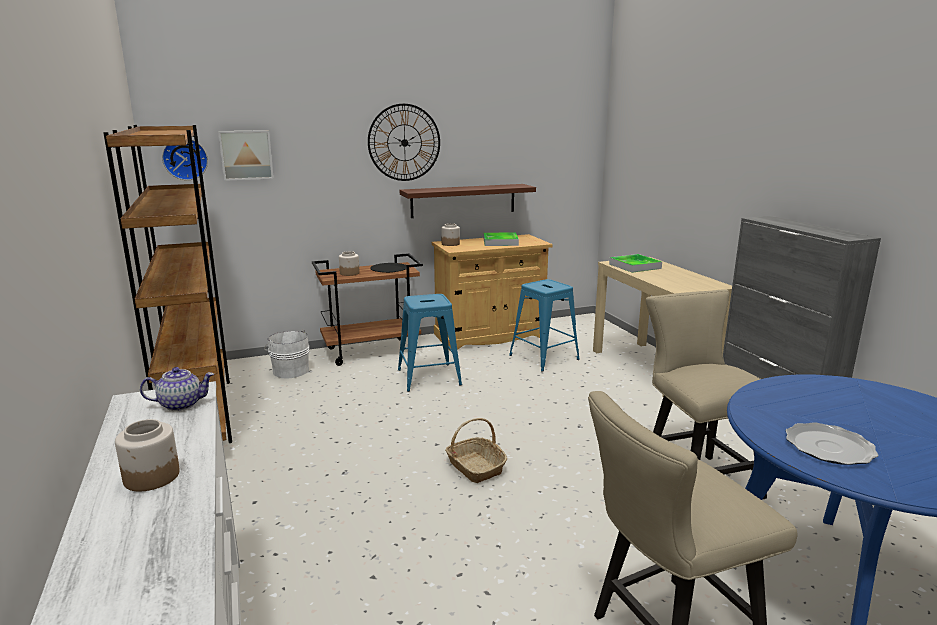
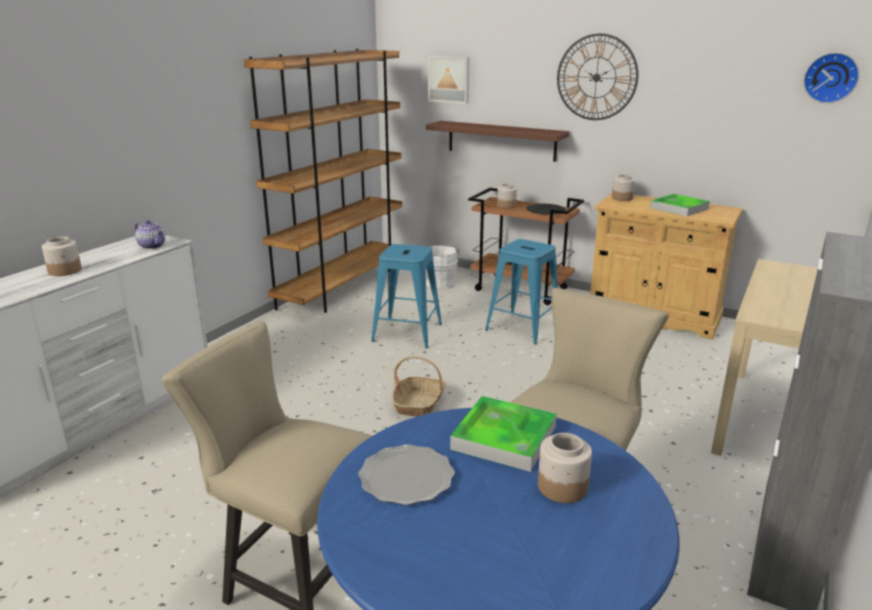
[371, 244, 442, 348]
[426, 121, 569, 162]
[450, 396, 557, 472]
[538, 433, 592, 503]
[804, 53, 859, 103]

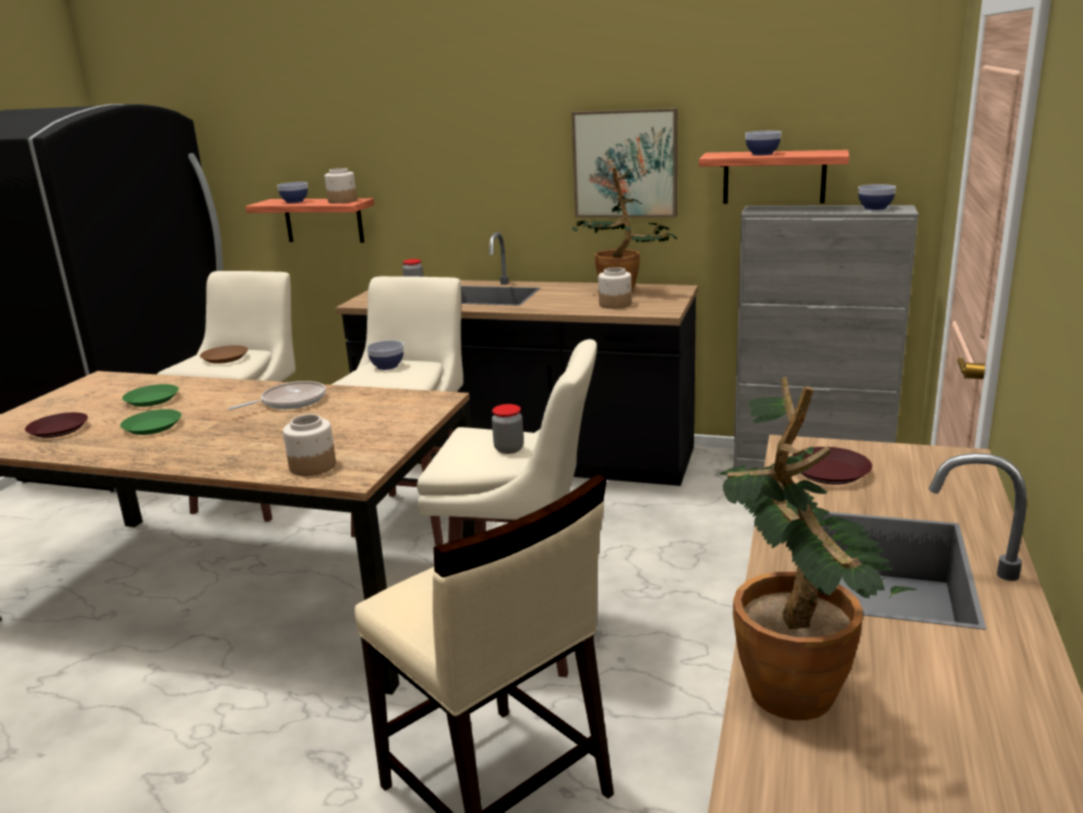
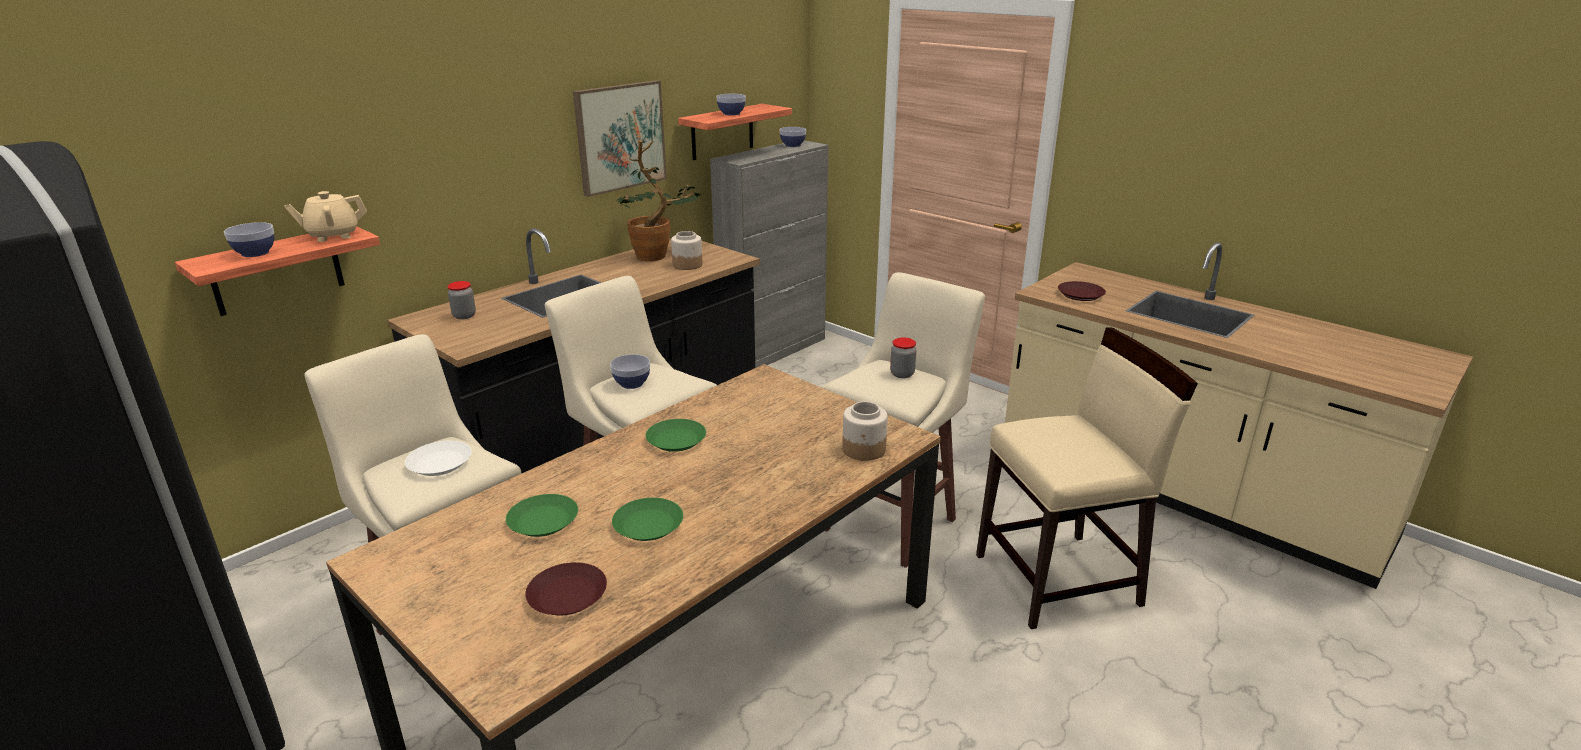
[284, 191, 367, 242]
[405, 441, 471, 476]
[646, 419, 706, 452]
[716, 377, 917, 720] (first image)

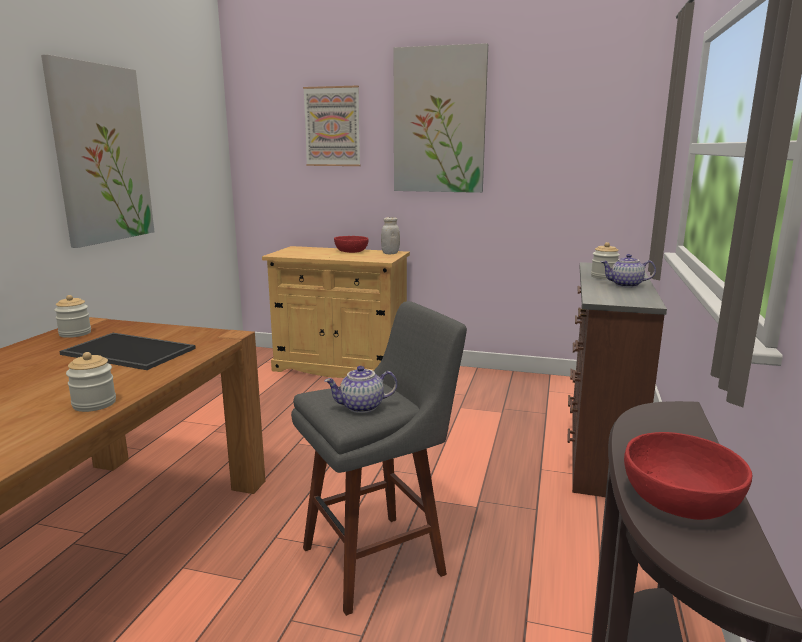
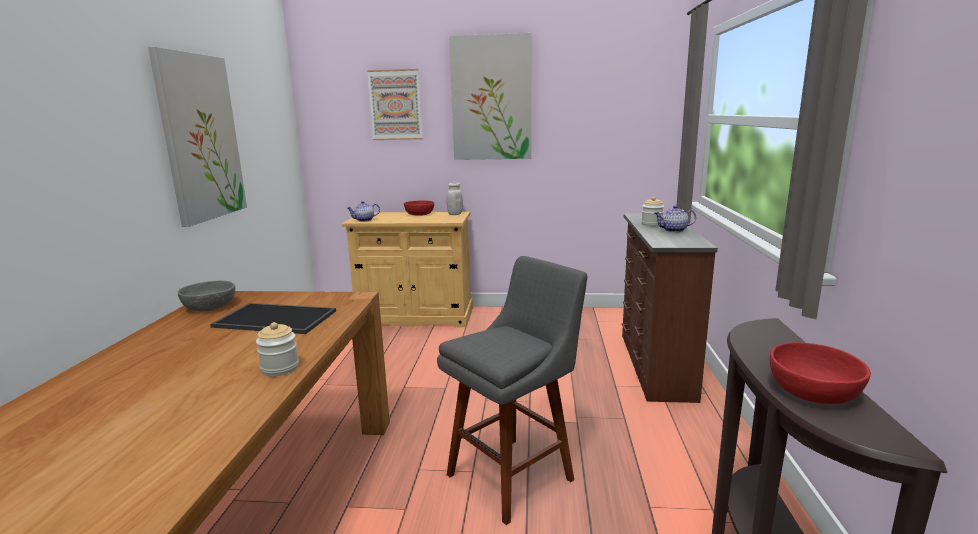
[178, 281, 235, 311]
[347, 201, 380, 222]

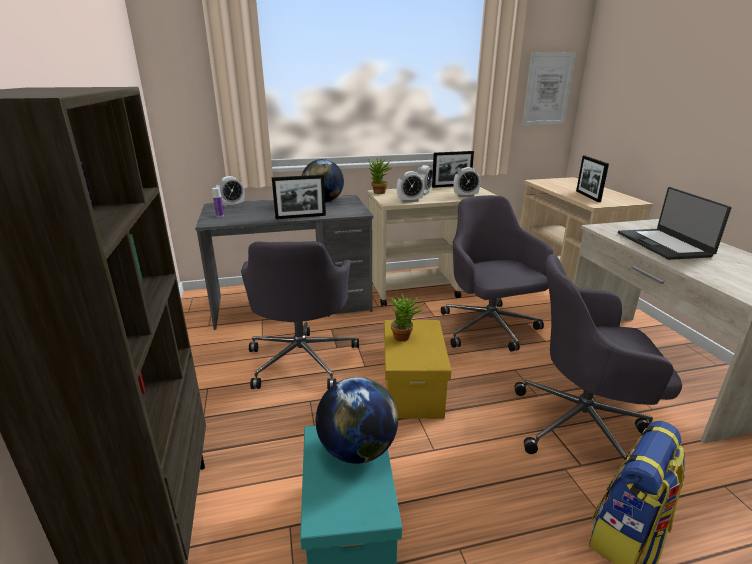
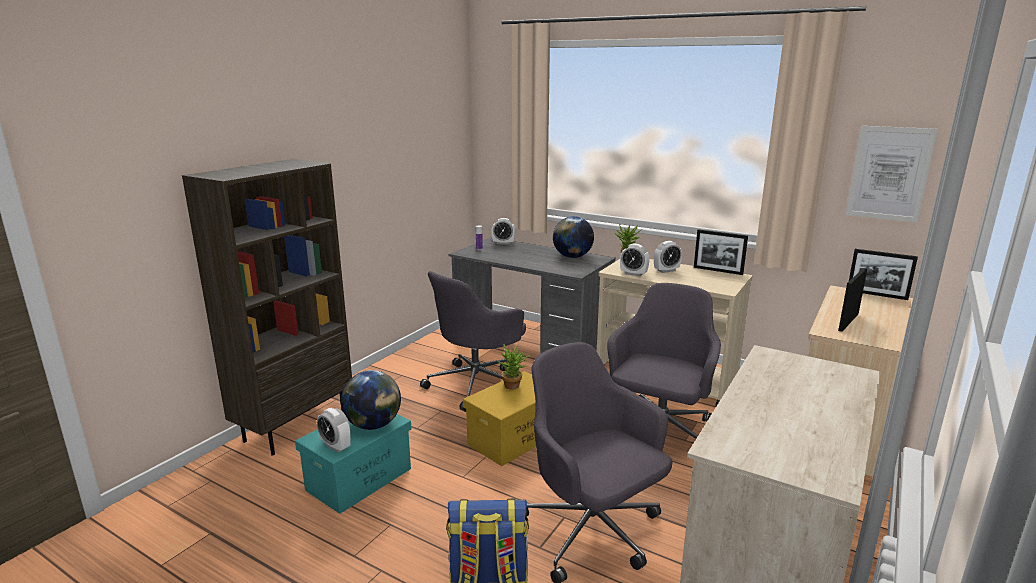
[317, 408, 351, 453]
[849, 249, 918, 300]
[618, 187, 731, 260] (first image)

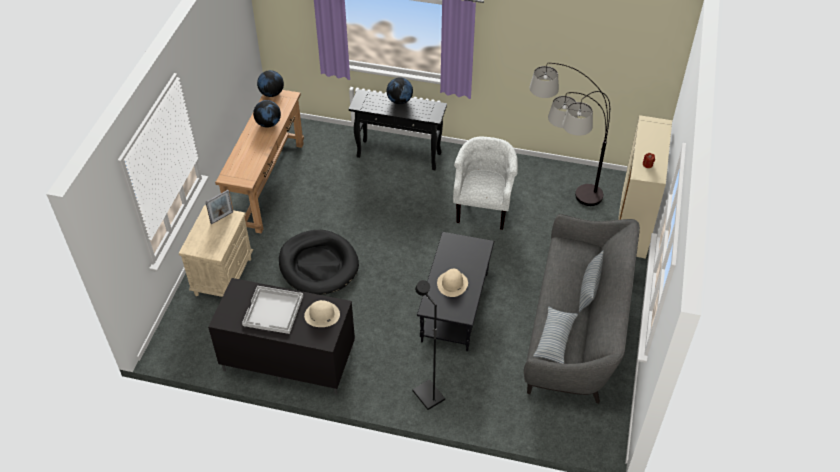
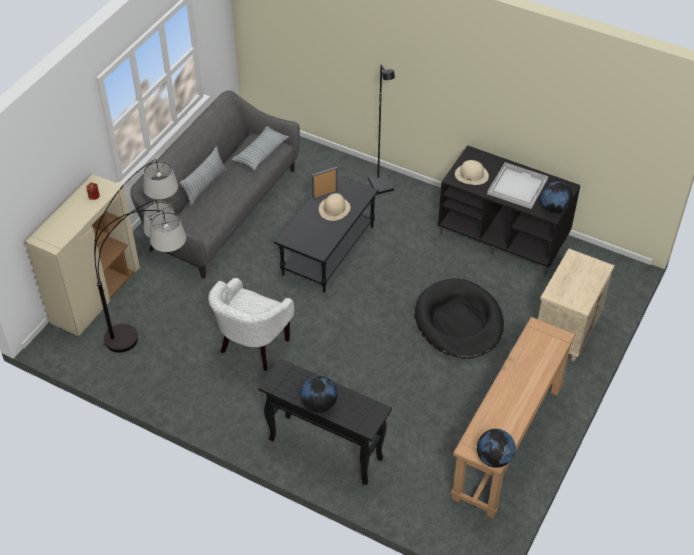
[312, 167, 337, 199]
[540, 181, 573, 213]

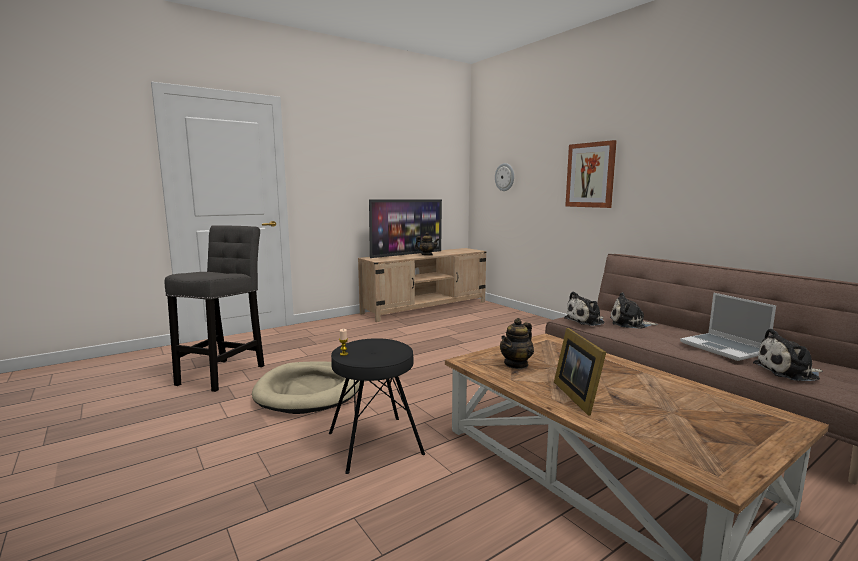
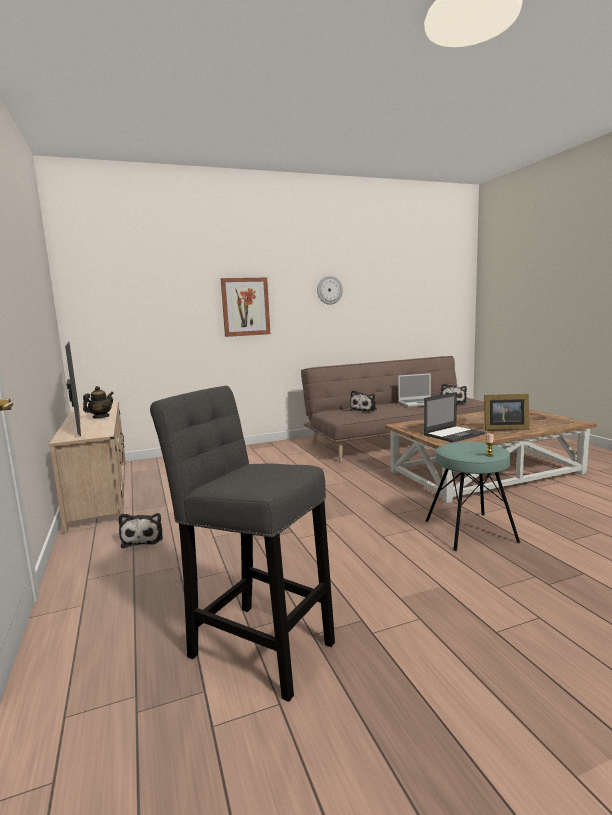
[119, 513, 163, 548]
[317, 276, 343, 305]
[424, 392, 485, 442]
[426, 441, 520, 551]
[252, 361, 360, 414] (first image)

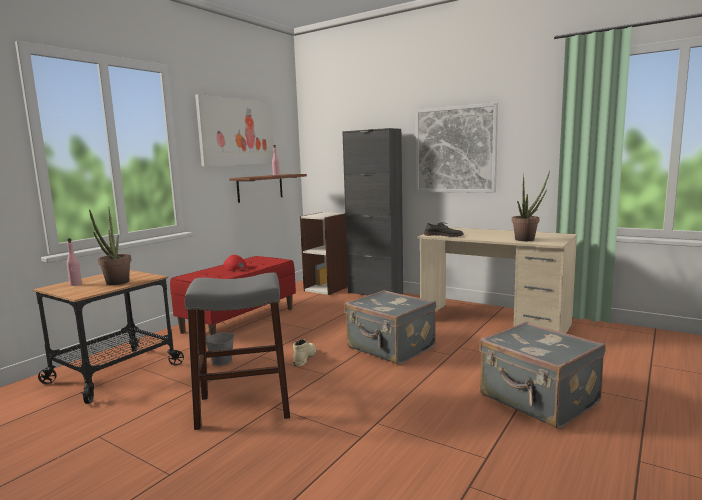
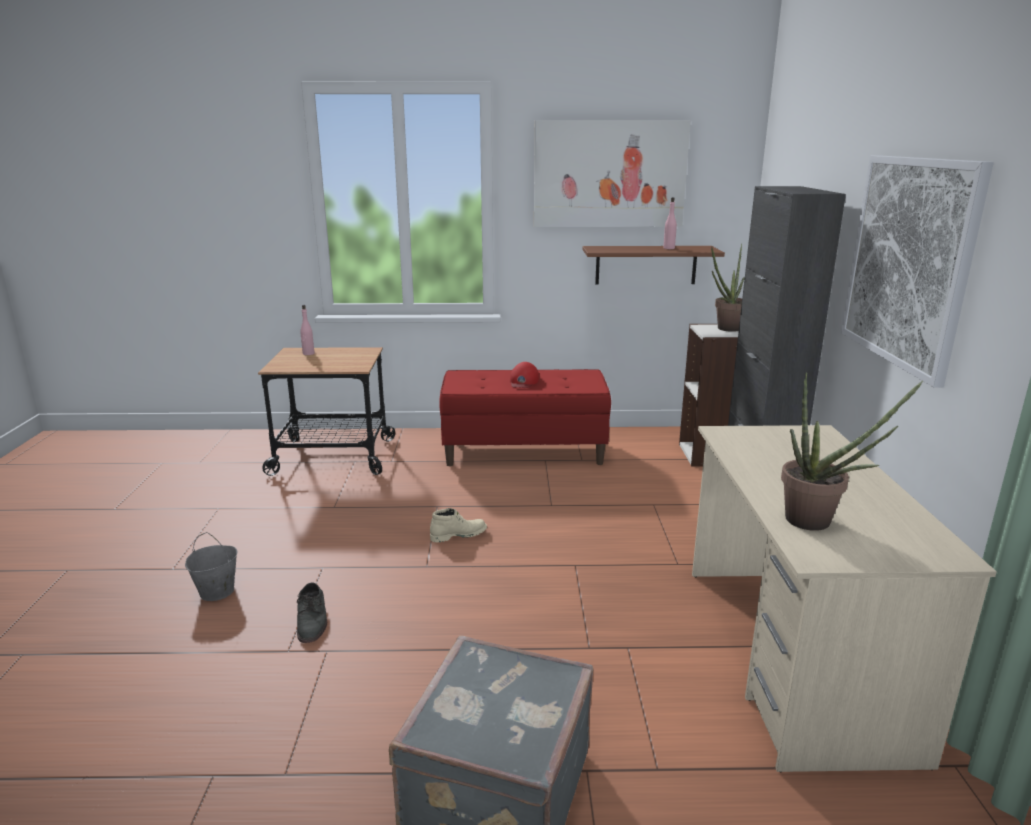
[185, 532, 237, 601]
[297, 582, 327, 643]
[711, 244, 745, 332]
[185, 273, 290, 430] (first image)
[344, 290, 436, 365] (first image)

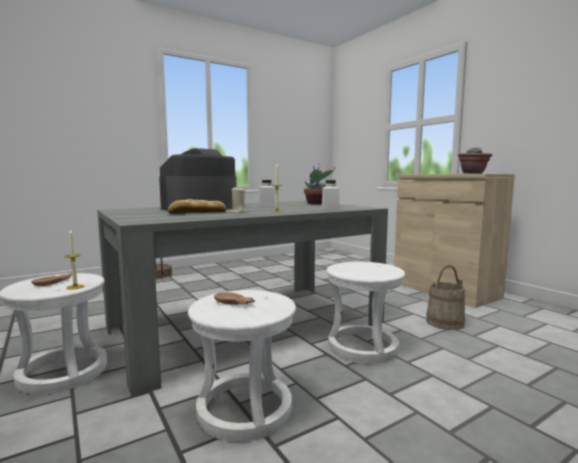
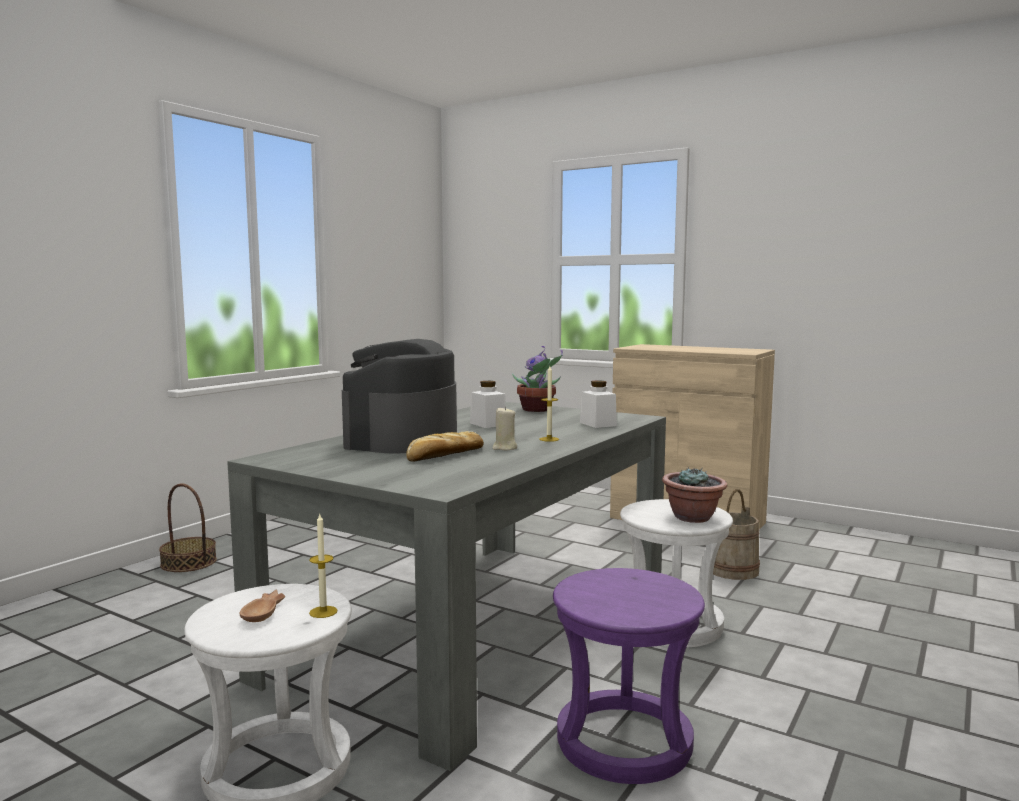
[553, 568, 705, 784]
[662, 467, 727, 523]
[214, 292, 255, 305] (first image)

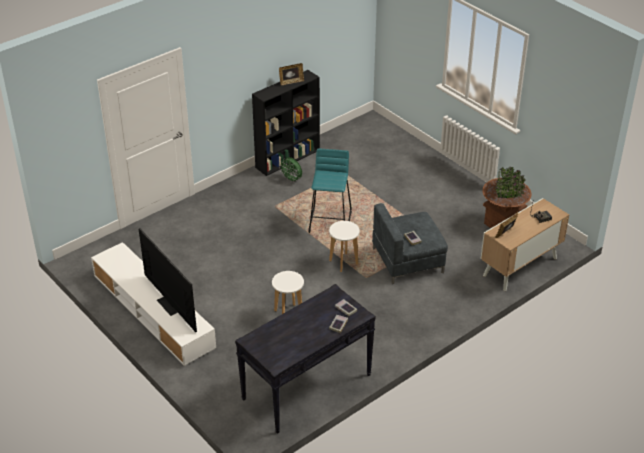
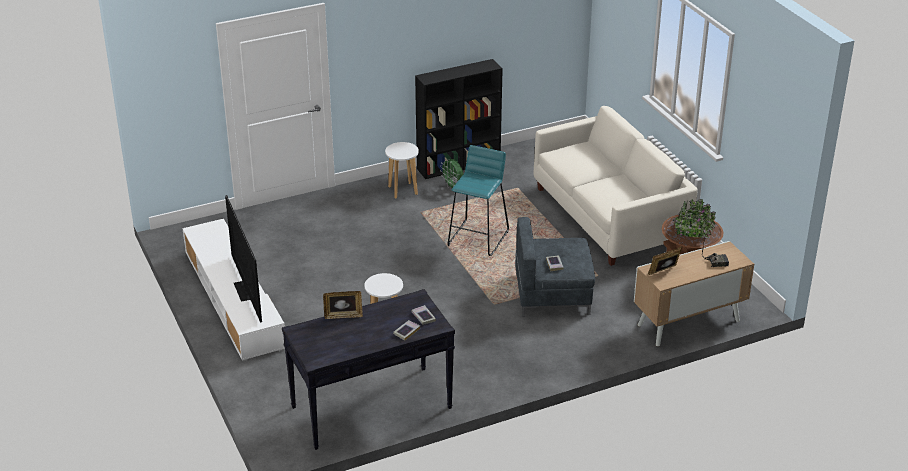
[323, 291, 363, 319]
[385, 142, 419, 199]
[534, 106, 698, 266]

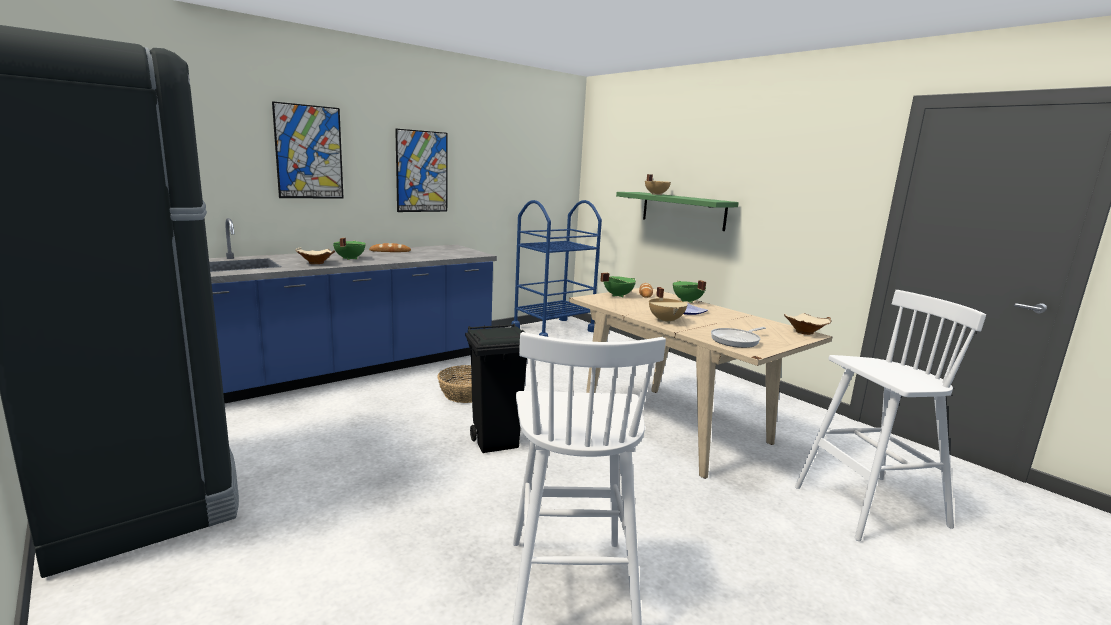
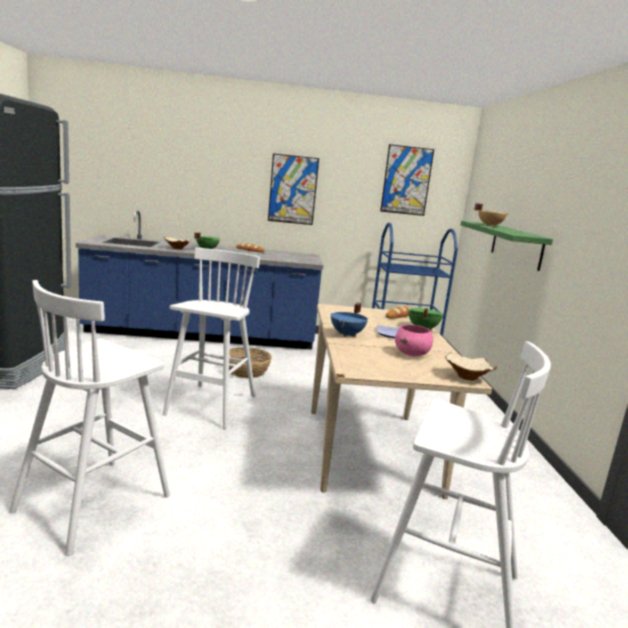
[163, 248, 260, 429]
[331, 303, 368, 337]
[380, 144, 434, 216]
[395, 324, 433, 357]
[600, 273, 636, 297] (first image)
[711, 327, 766, 348] (first image)

